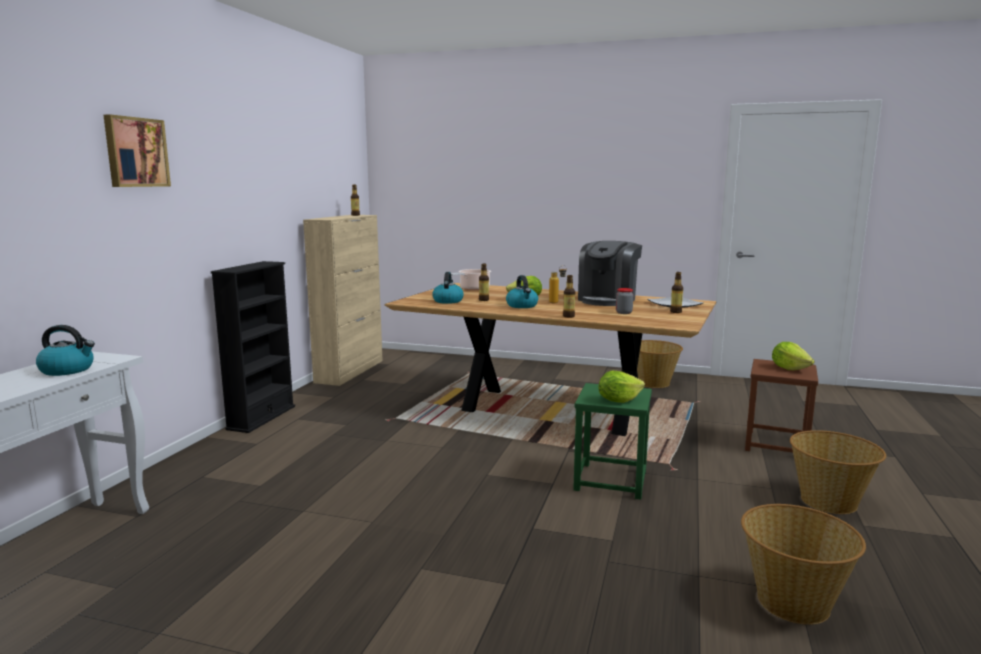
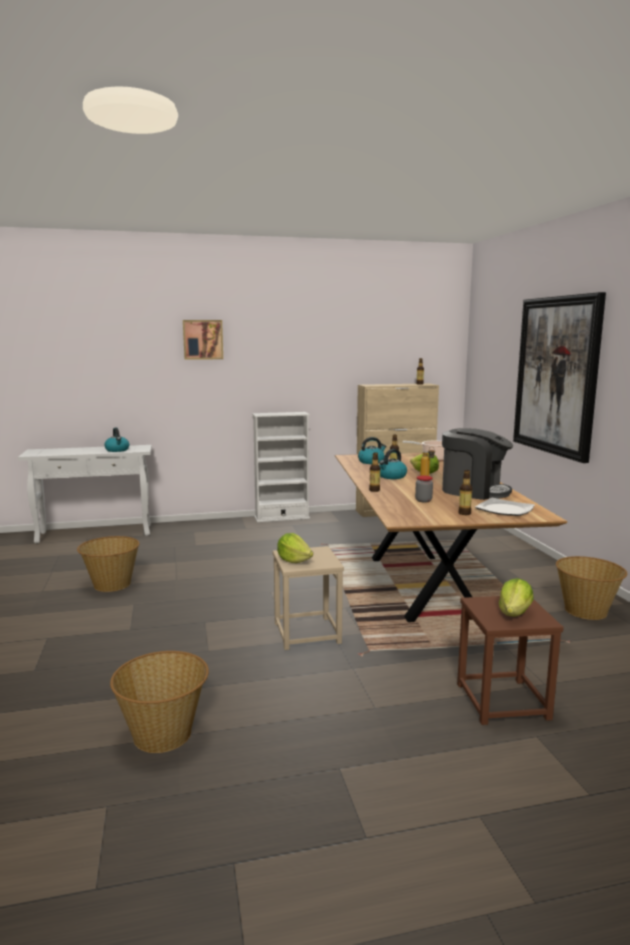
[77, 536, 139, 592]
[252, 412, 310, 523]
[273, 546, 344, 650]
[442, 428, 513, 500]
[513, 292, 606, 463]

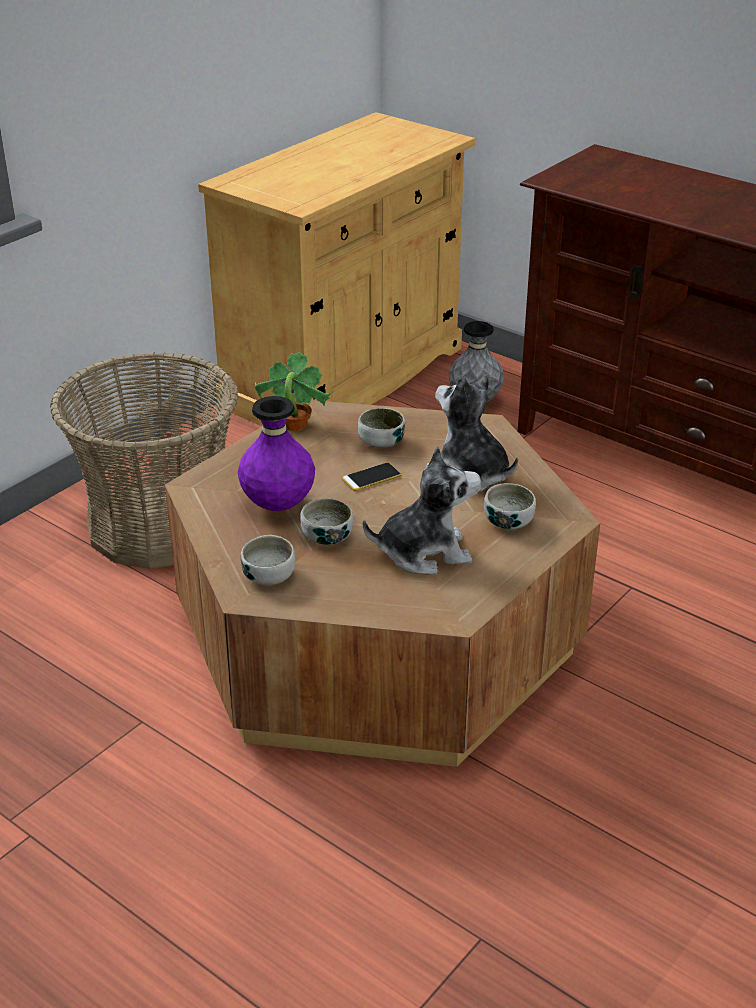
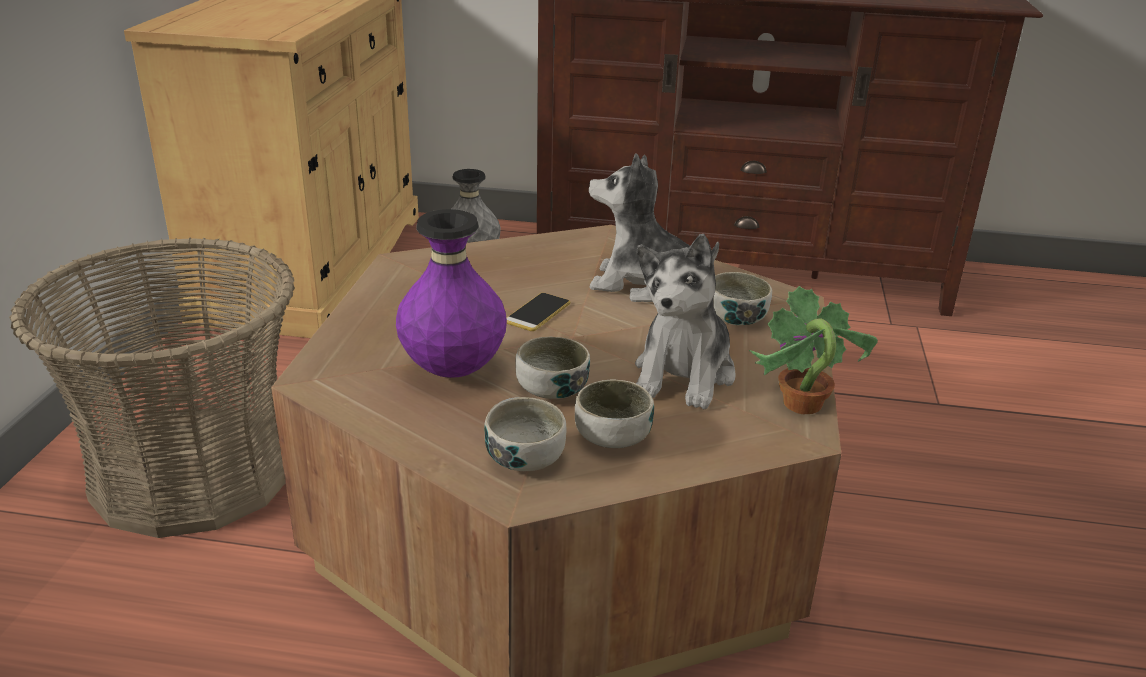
[575, 380, 654, 448]
[635, 234, 736, 409]
[749, 286, 878, 414]

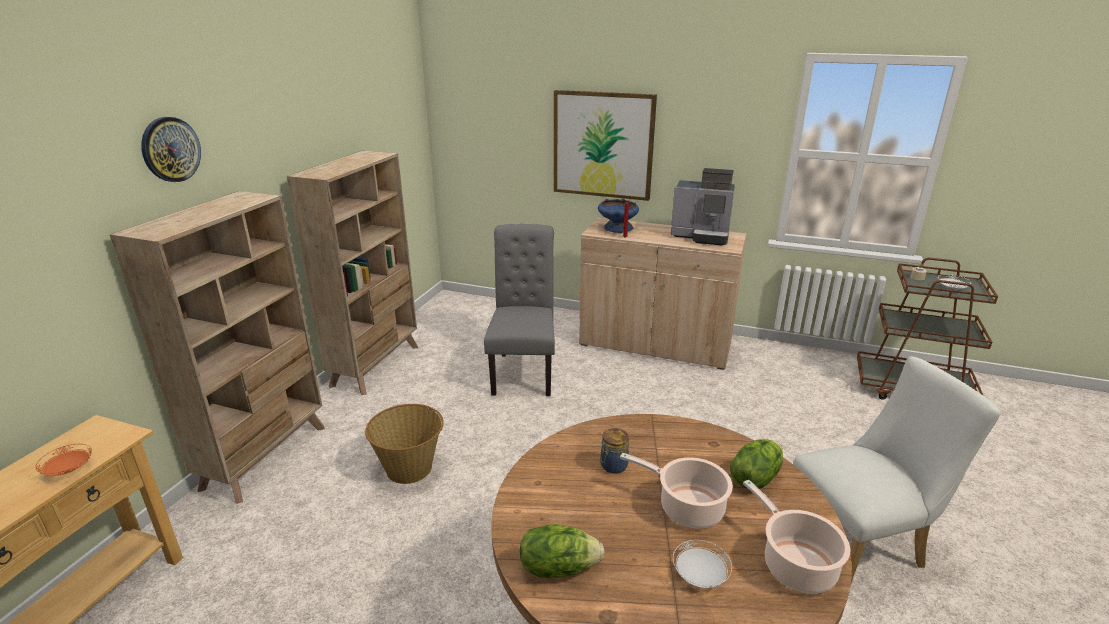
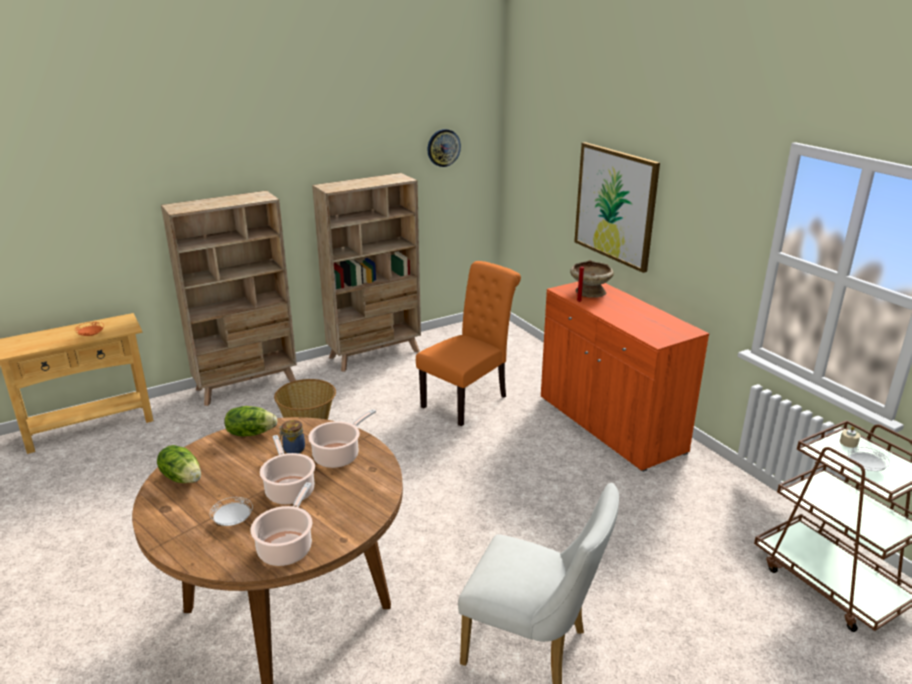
[224, 406, 278, 437]
[308, 409, 376, 468]
[416, 261, 521, 426]
[427, 129, 461, 167]
[541, 282, 709, 472]
[570, 260, 614, 298]
[671, 168, 735, 246] (first image)

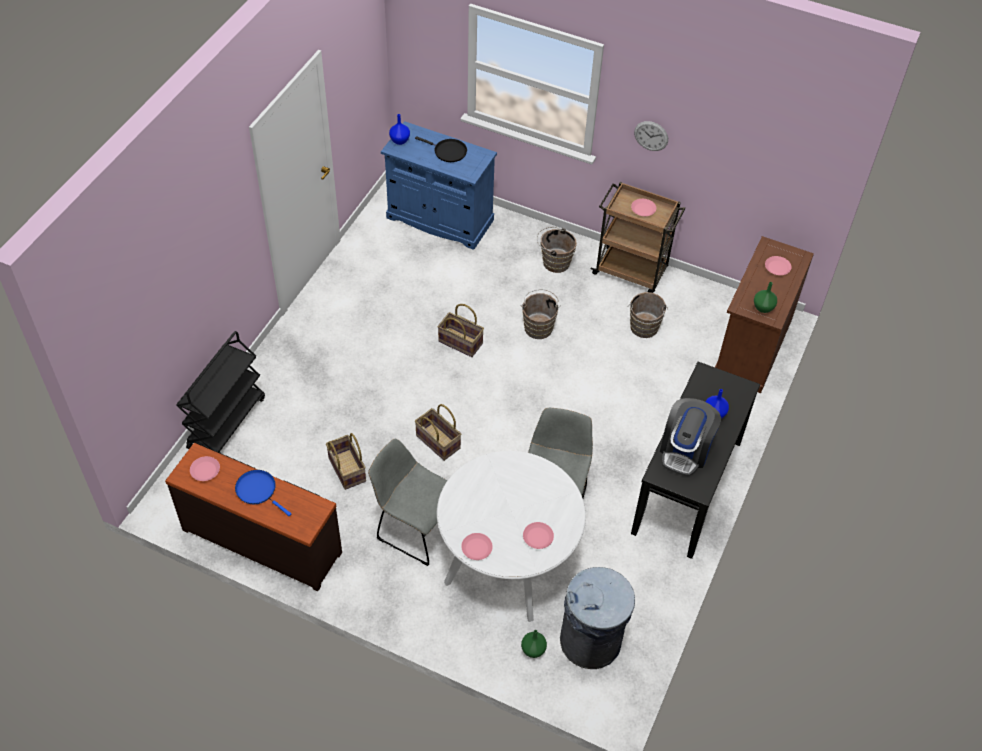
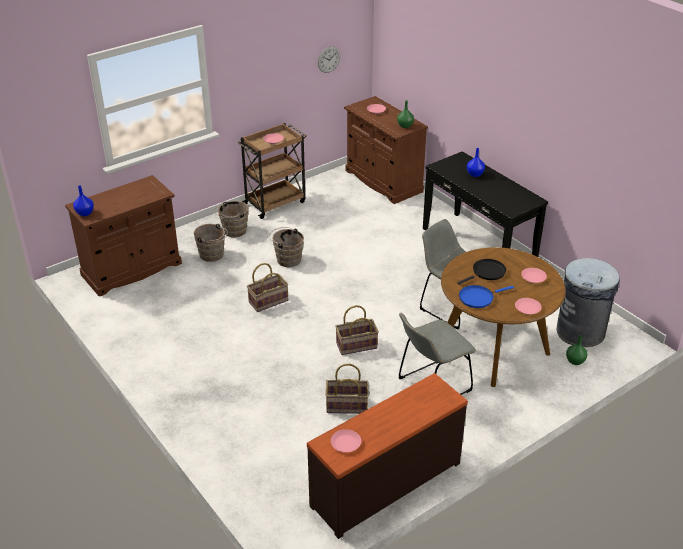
[65, 175, 182, 297]
[194, 224, 228, 262]
[318, 46, 340, 73]
[441, 247, 566, 387]
[457, 259, 506, 285]
[459, 285, 514, 308]
[176, 331, 265, 453] (first image)
[660, 398, 721, 476] (first image)

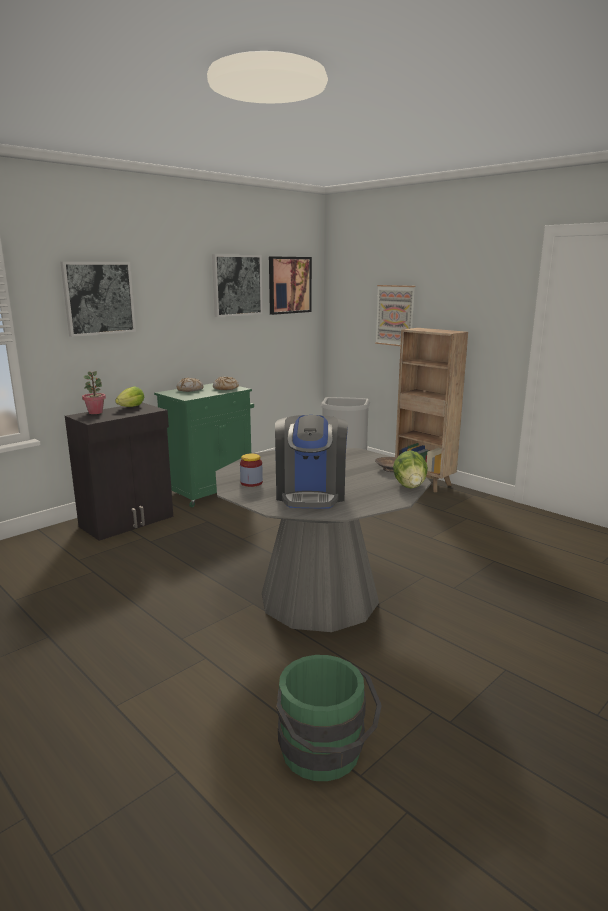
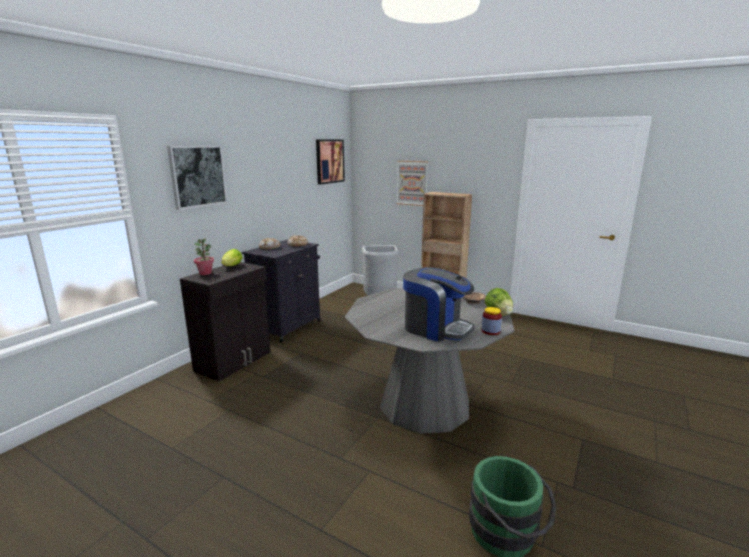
[242, 240, 321, 343]
[403, 267, 474, 342]
[482, 307, 502, 335]
[212, 254, 263, 317] (first image)

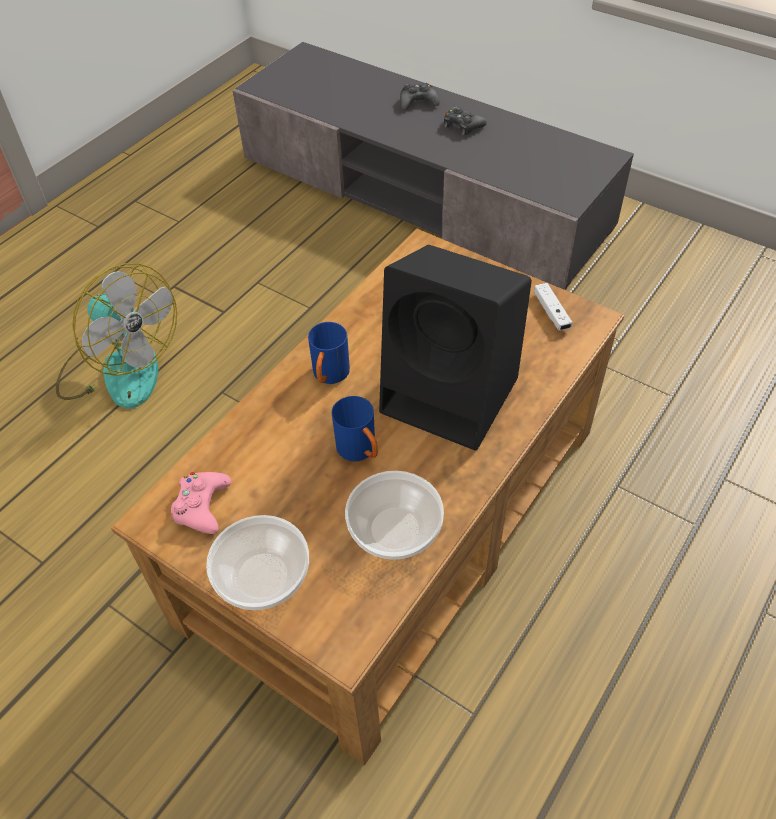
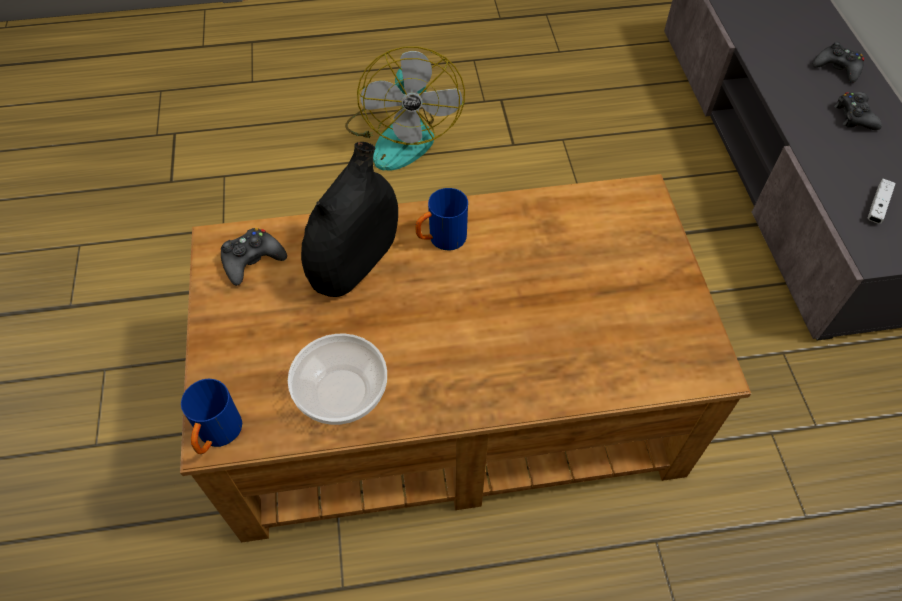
[181, 379, 242, 454]
[221, 228, 287, 286]
[301, 142, 398, 297]
[867, 179, 896, 224]
[206, 515, 309, 610] (first image)
[379, 245, 532, 451] (first image)

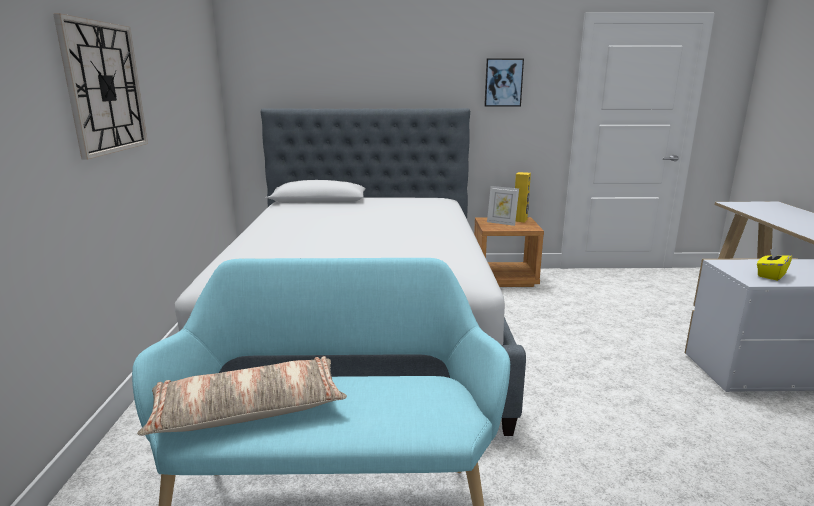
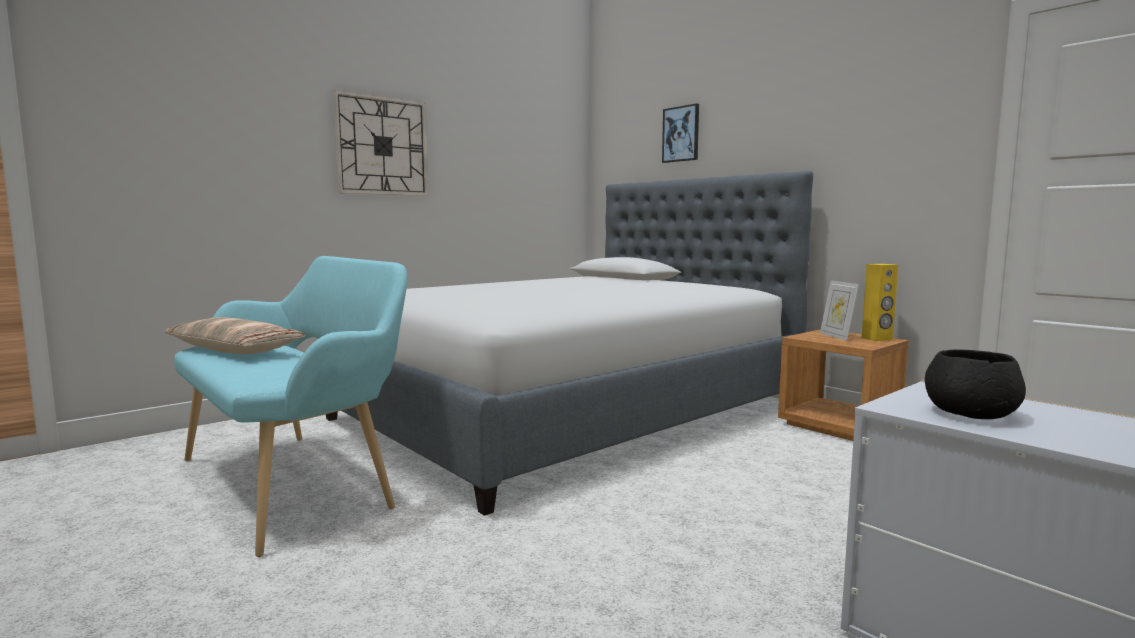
[662, 103, 699, 163]
[925, 349, 1026, 419]

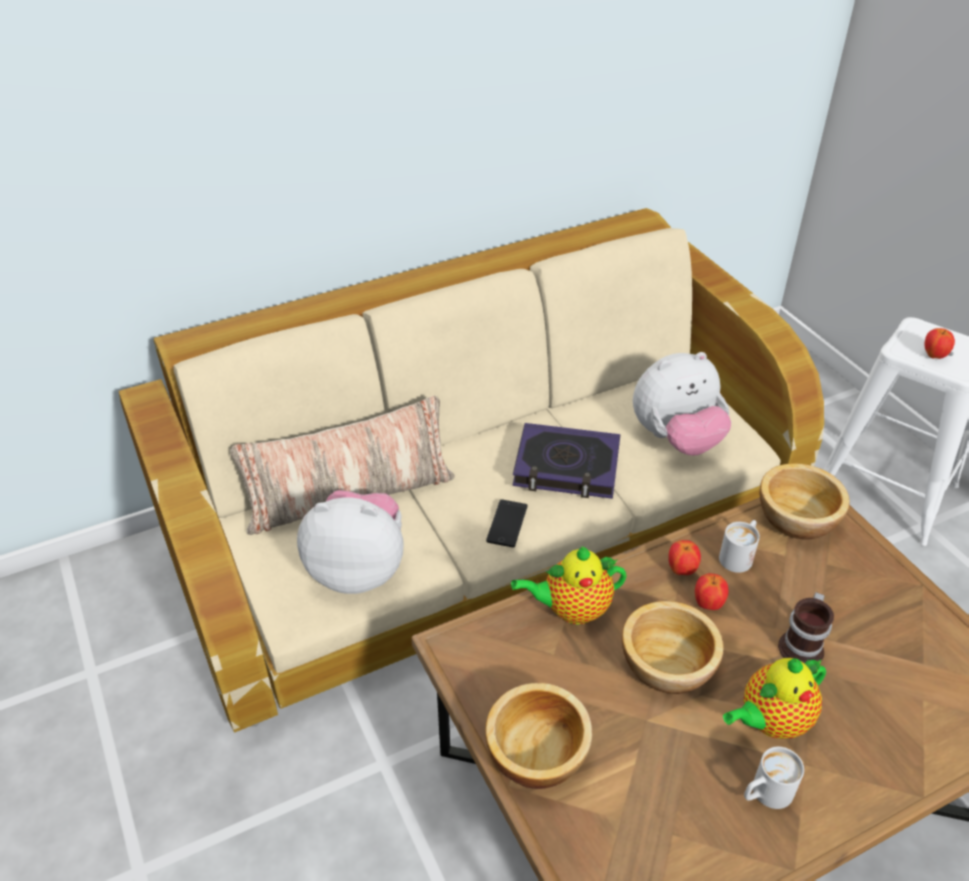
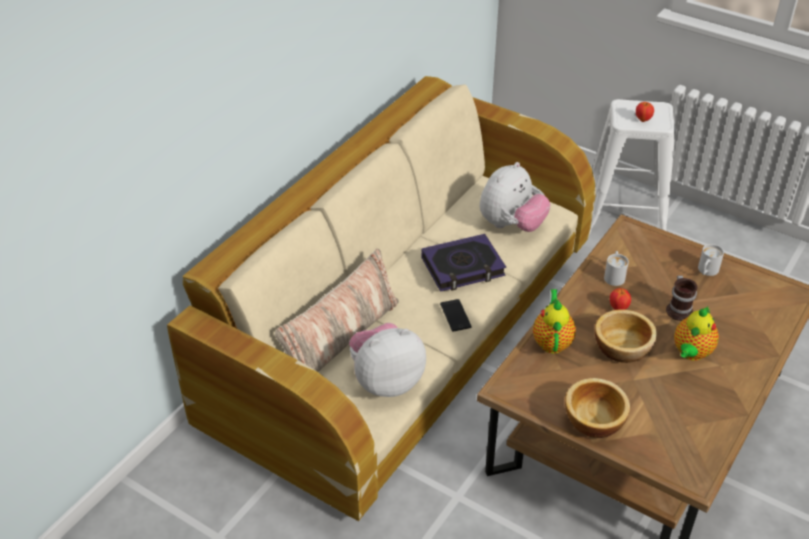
[533, 289, 576, 354]
[698, 244, 724, 276]
[668, 540, 701, 575] (first image)
[760, 463, 850, 540] (first image)

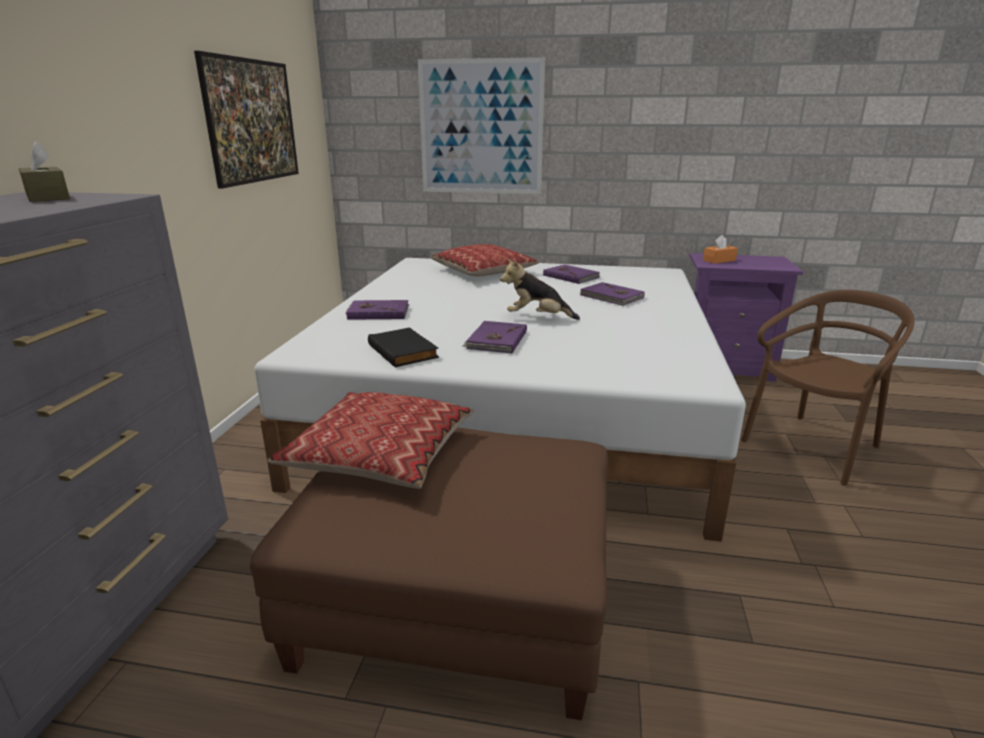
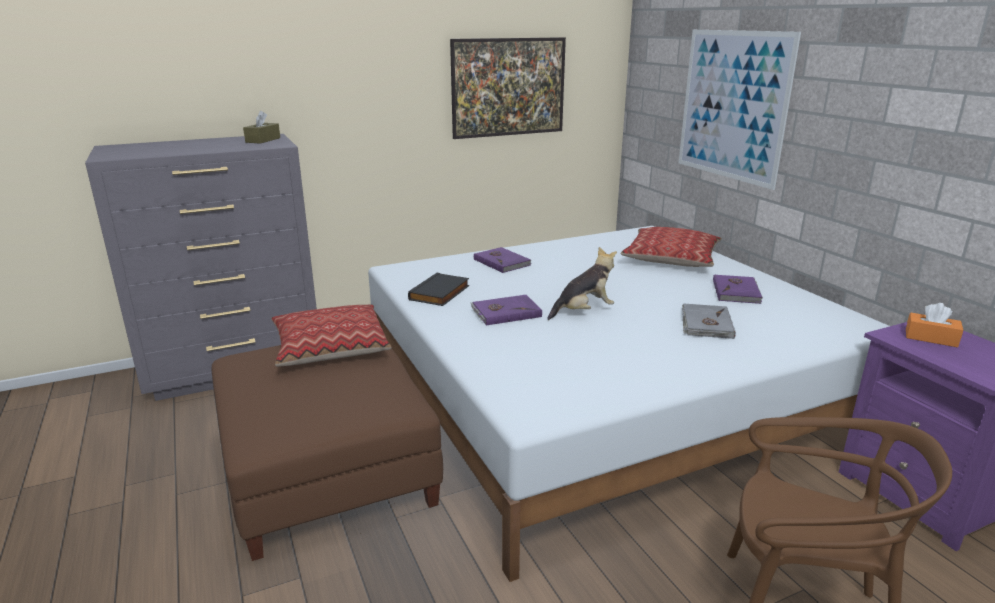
[547, 247, 617, 320]
[682, 304, 736, 339]

